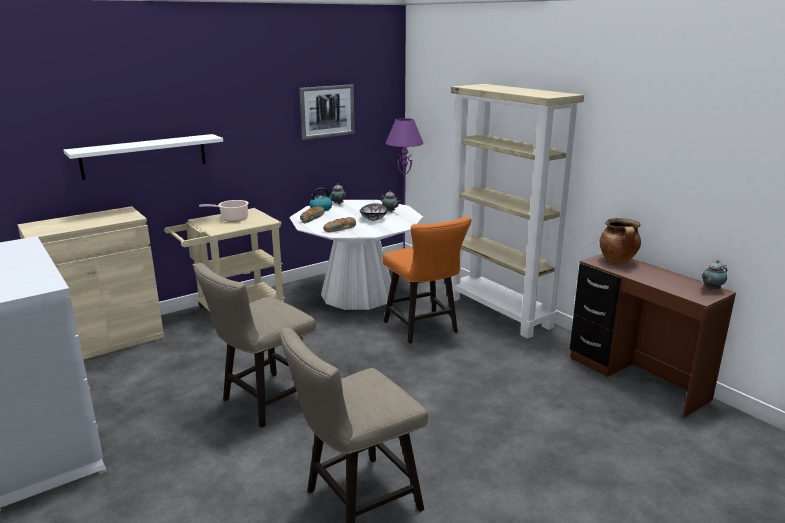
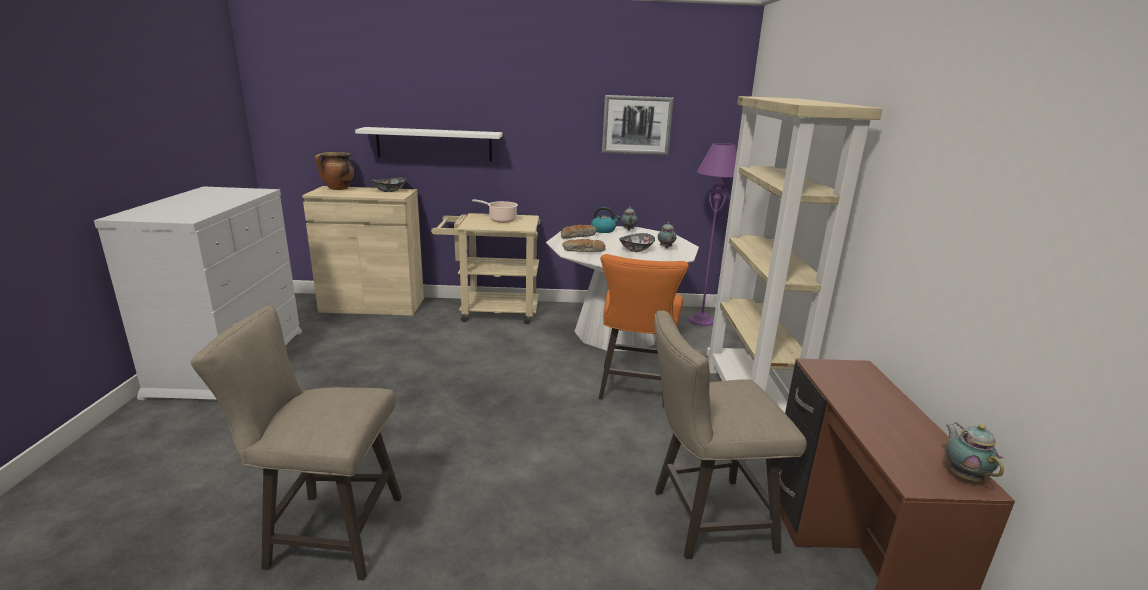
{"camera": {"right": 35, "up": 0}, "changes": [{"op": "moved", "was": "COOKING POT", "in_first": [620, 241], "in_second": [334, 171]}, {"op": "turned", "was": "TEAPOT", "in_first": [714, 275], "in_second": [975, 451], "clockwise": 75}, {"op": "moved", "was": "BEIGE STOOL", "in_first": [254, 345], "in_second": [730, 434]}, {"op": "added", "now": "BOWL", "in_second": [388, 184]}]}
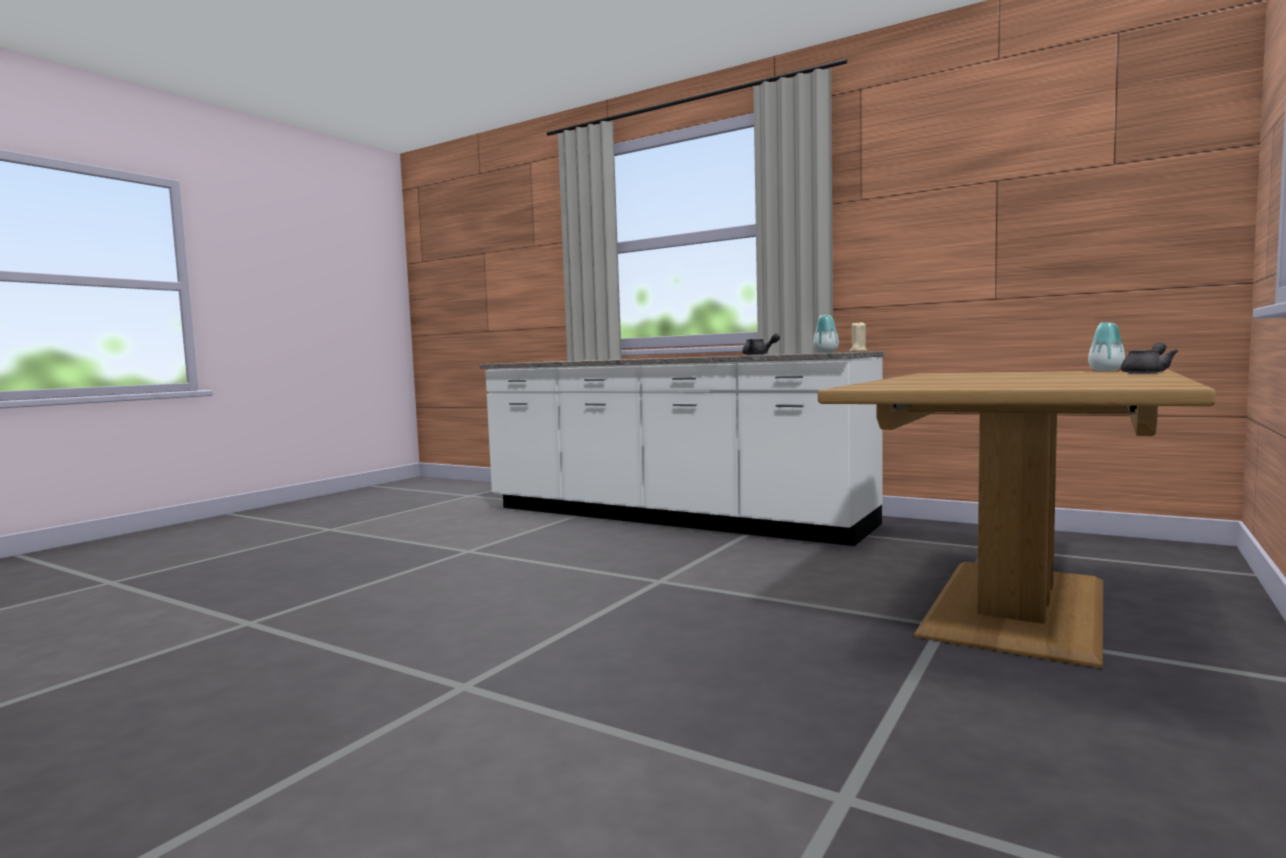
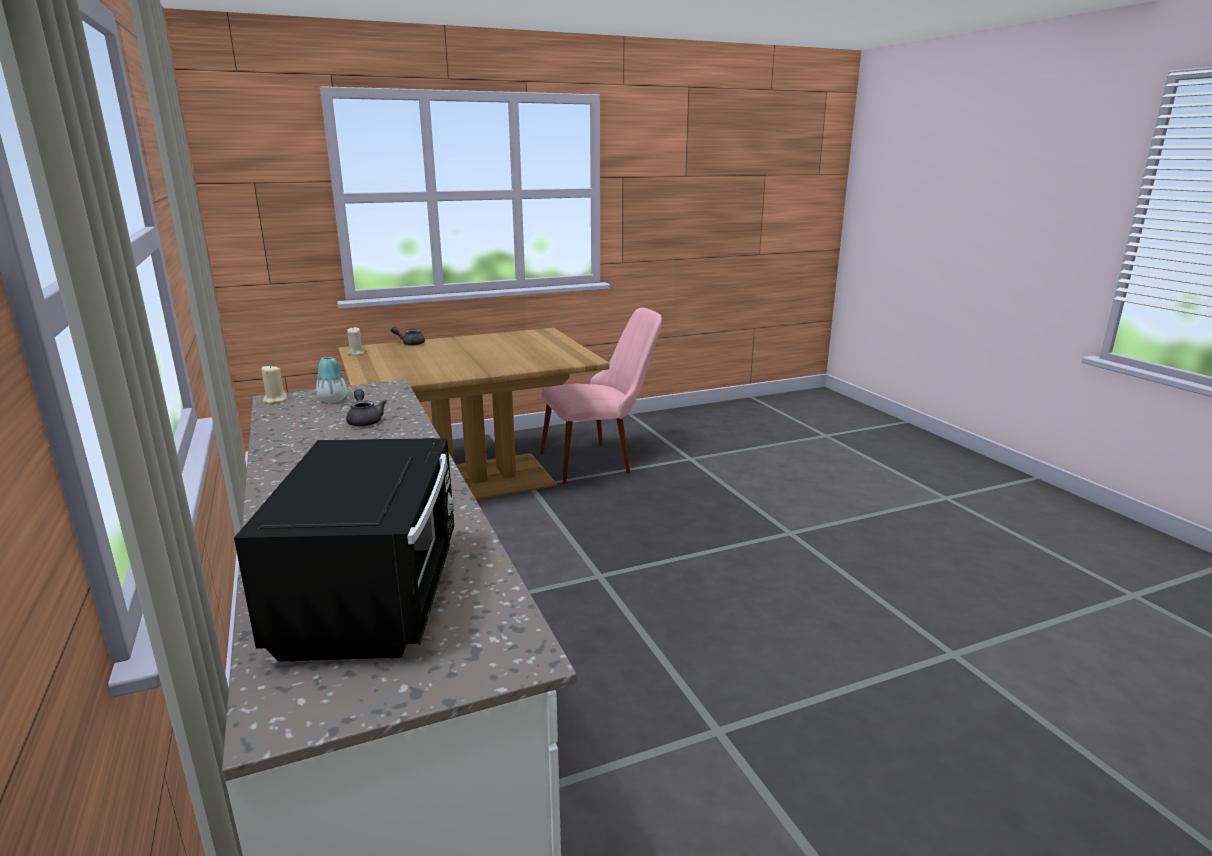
{"camera": {"right": -145, "up": 15}, "changes": [{"op": "replaced", "was": "VASE", "now": "BEIGE CANDLE", "in_first": [1106, 346], "in_second": [355, 341]}, {"op": "added", "now": "PINK CHAIR", "in_second": [601, 396]}, {"op": "added", "now": "BLACK MICROWAVE", "in_second": [344, 550]}]}
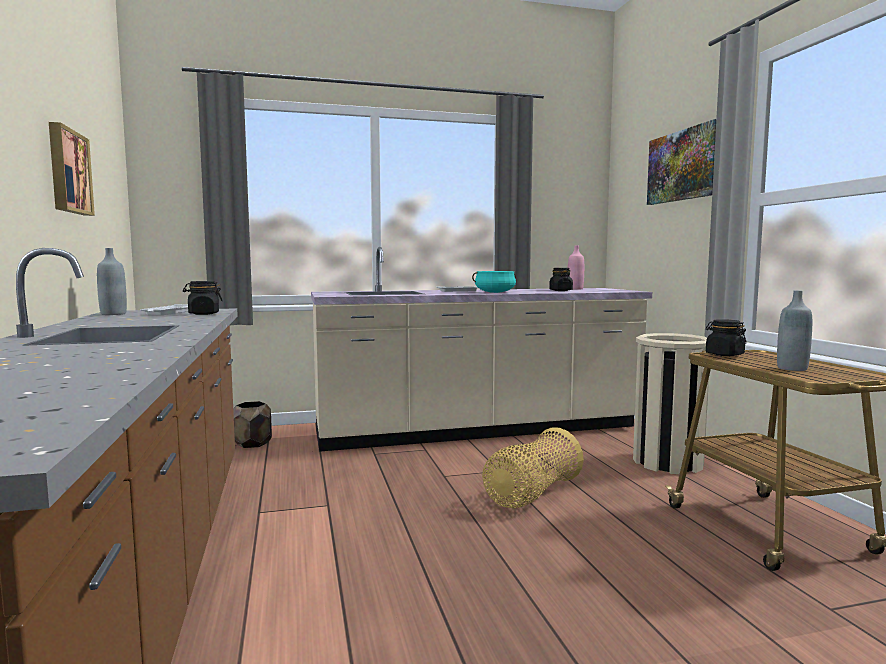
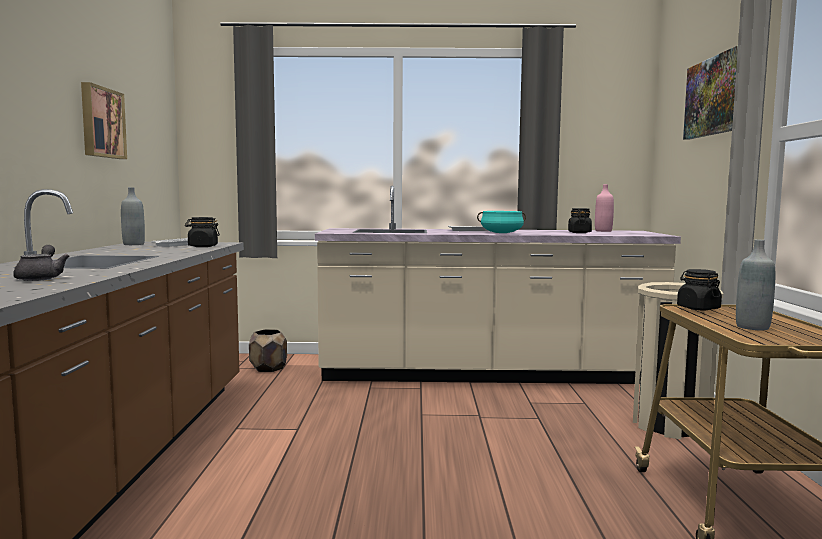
{"camera": {"right": 15, "up": 0}, "changes": [{"op": "removed", "was": "BASKET", "in_first": [533, 467]}, {"op": "added", "now": "GREY TEAPOT", "in_second": [41, 263]}]}
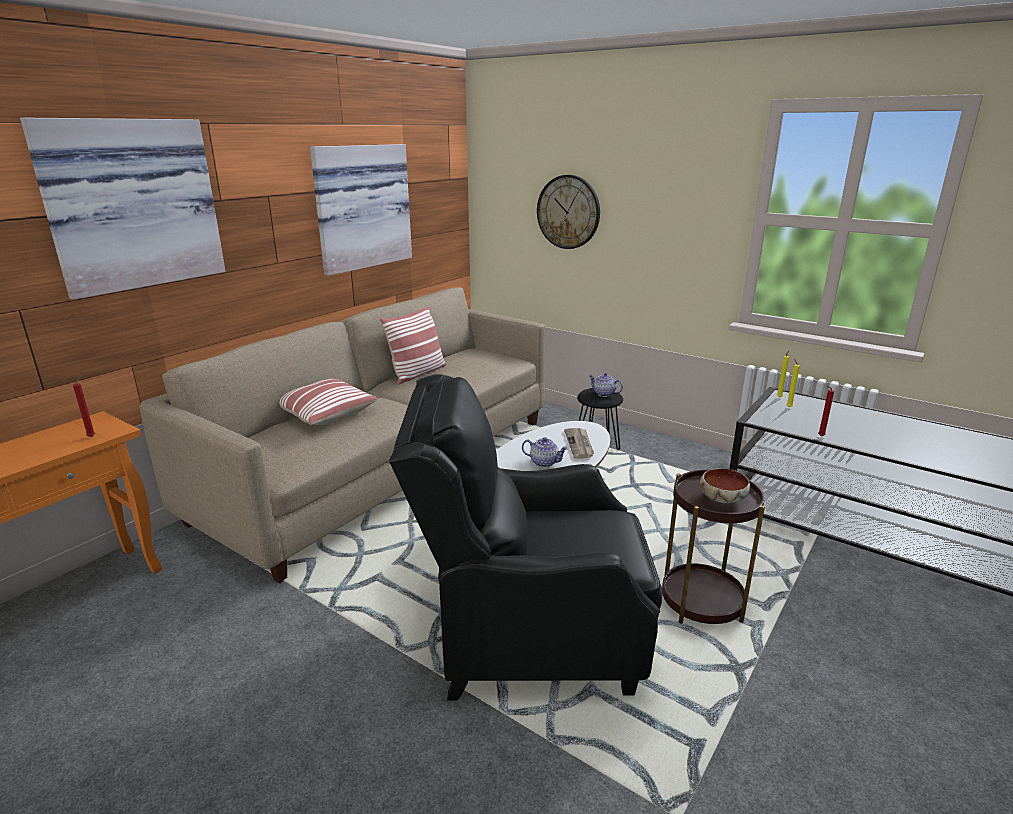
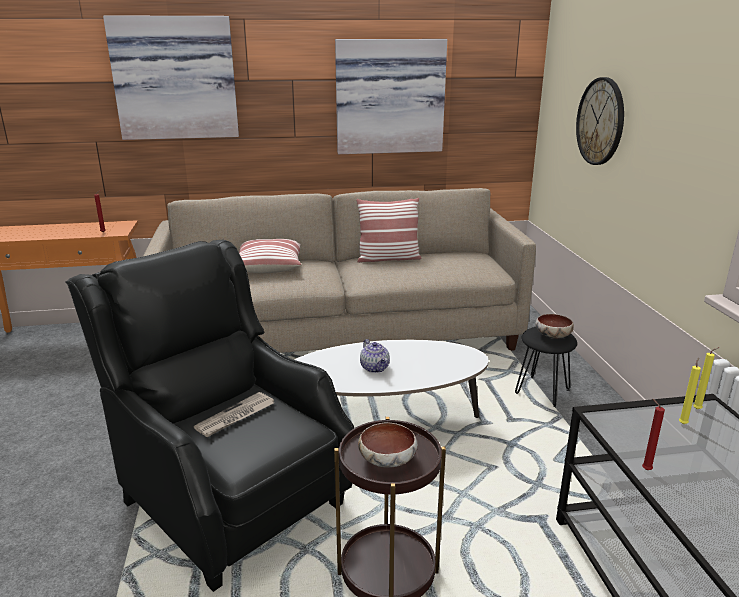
{"camera": {"right": 45, "up": 0}, "changes": [{"op": "replaced", "was": "TEAPOT", "now": "BOWL", "in_first": [605, 385], "in_second": [554, 326]}, {"op": "moved", "was": "NEWSPAPER", "in_first": [579, 443], "in_second": [234, 414]}]}
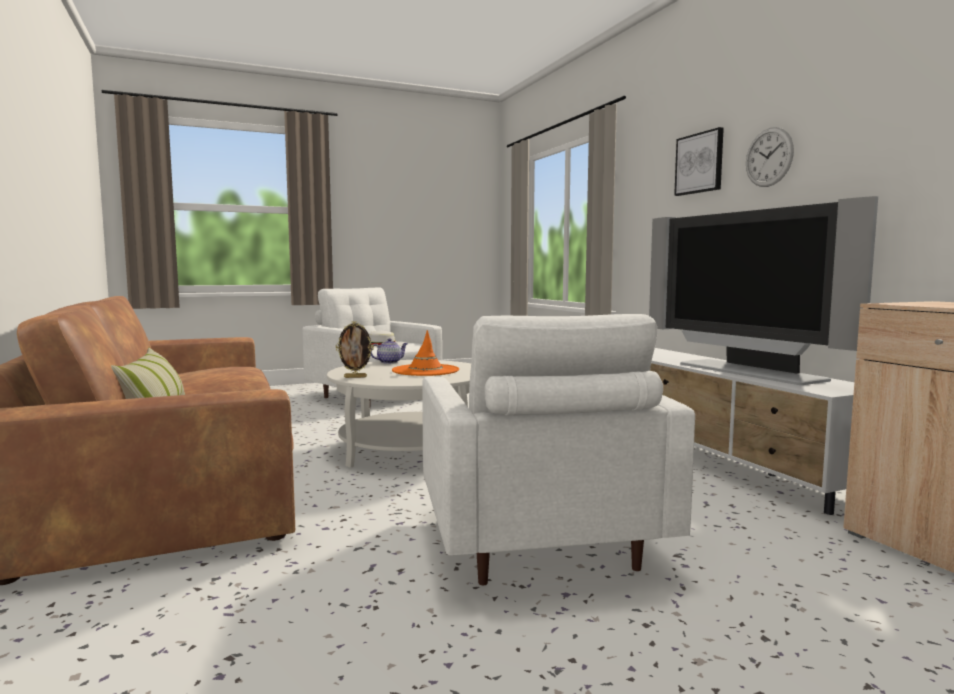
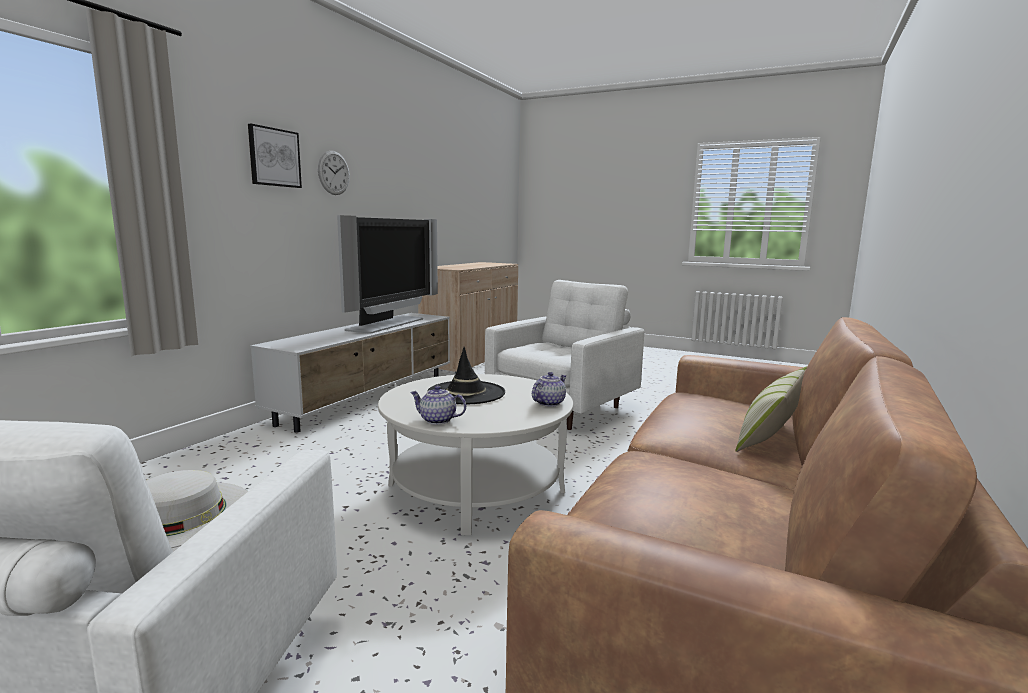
{"camera": {"right": -130, "up": 5}, "changes": [{"op": "replaced", "was": "PICTURE FRAME", "now": "TEAPOT", "in_first": [355, 349], "in_second": [549, 389]}, {"op": "recoloured", "was": "ORANGE HAT", "now": "BLACK HAT", "in_first": [425, 353], "in_second": [466, 375]}]}
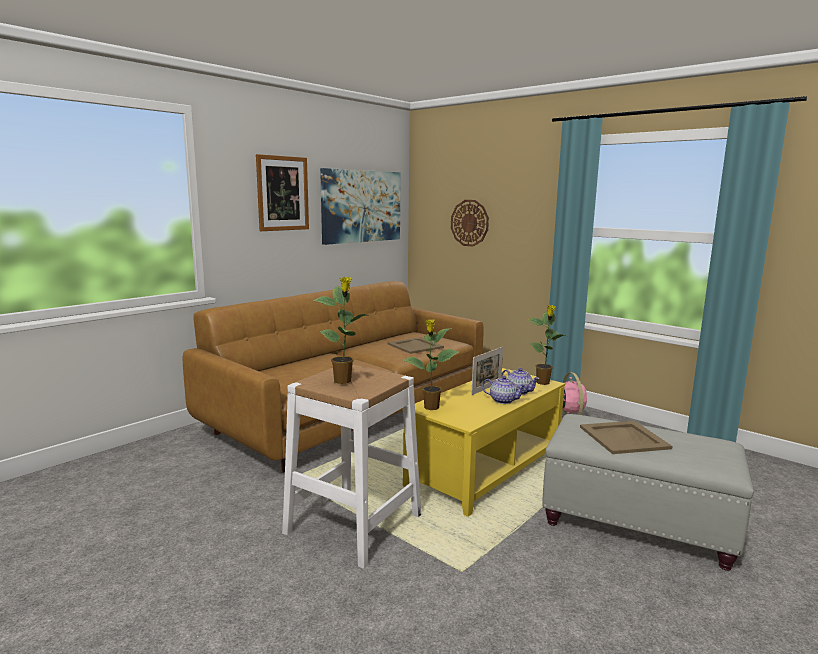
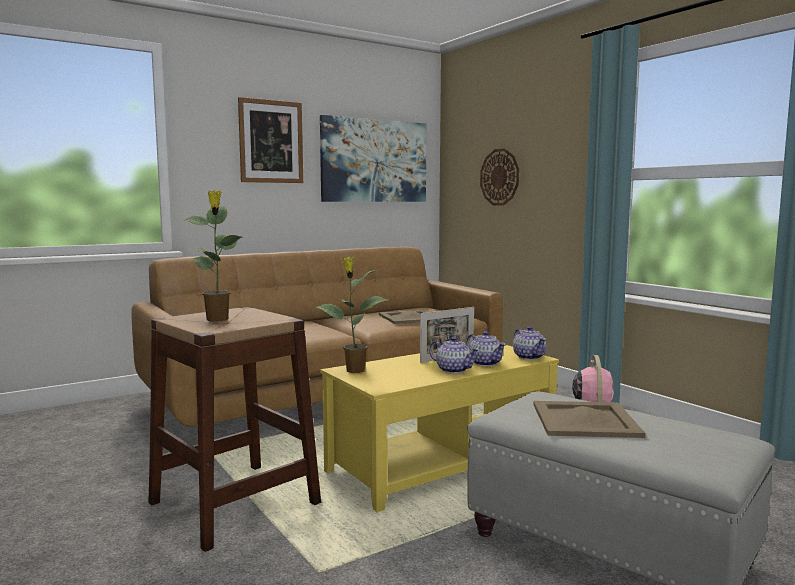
{"camera": {"right": 15, "up": -5}, "changes": [{"op": "replaced", "was": "POTTED PLANT", "now": "TEAPOT", "in_first": [547, 345], "in_second": [529, 343]}, {"op": "recoloured", "was": "WHITE STOOL", "now": "BROWN STOOL", "in_first": [351, 466], "in_second": [234, 429]}]}
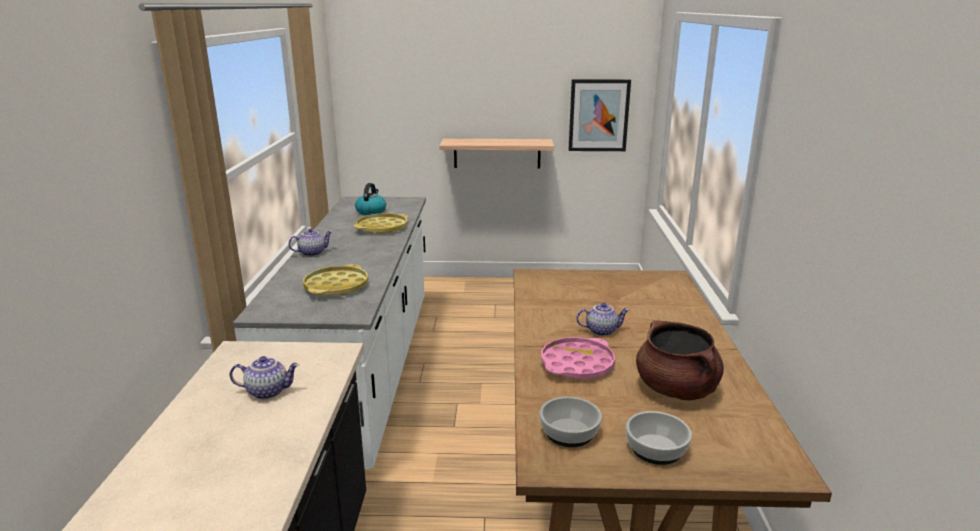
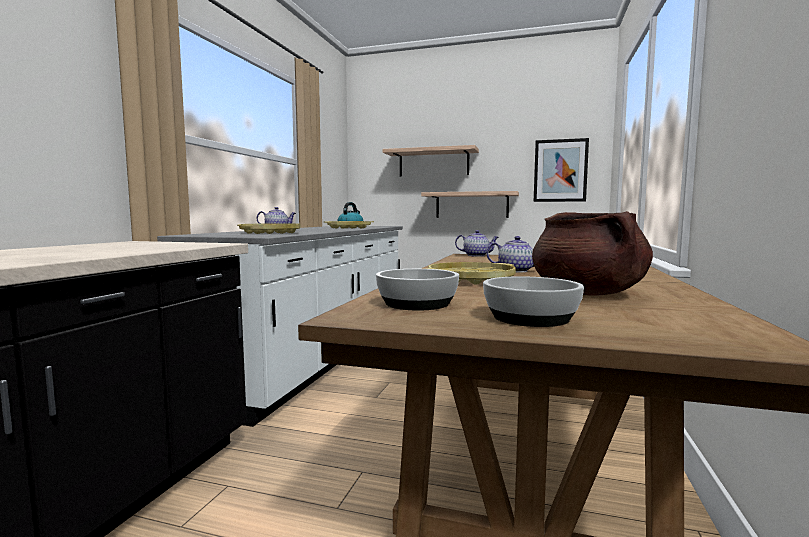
{"camera": {"right": 15, "up": -15}, "changes": [{"op": "recoloured", "was": "PINK TRAY", "now": "YELLOW TRAY", "in_first": [578, 358], "in_second": [471, 273]}, {"op": "moved", "was": "TEAPOT", "in_first": [264, 377], "in_second": [477, 243]}, {"op": "added", "now": "SHELF", "in_second": [430, 160]}]}
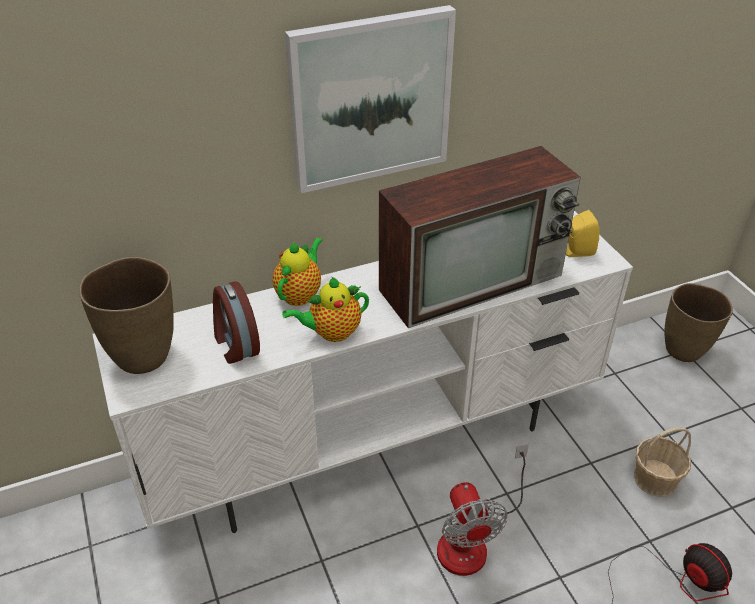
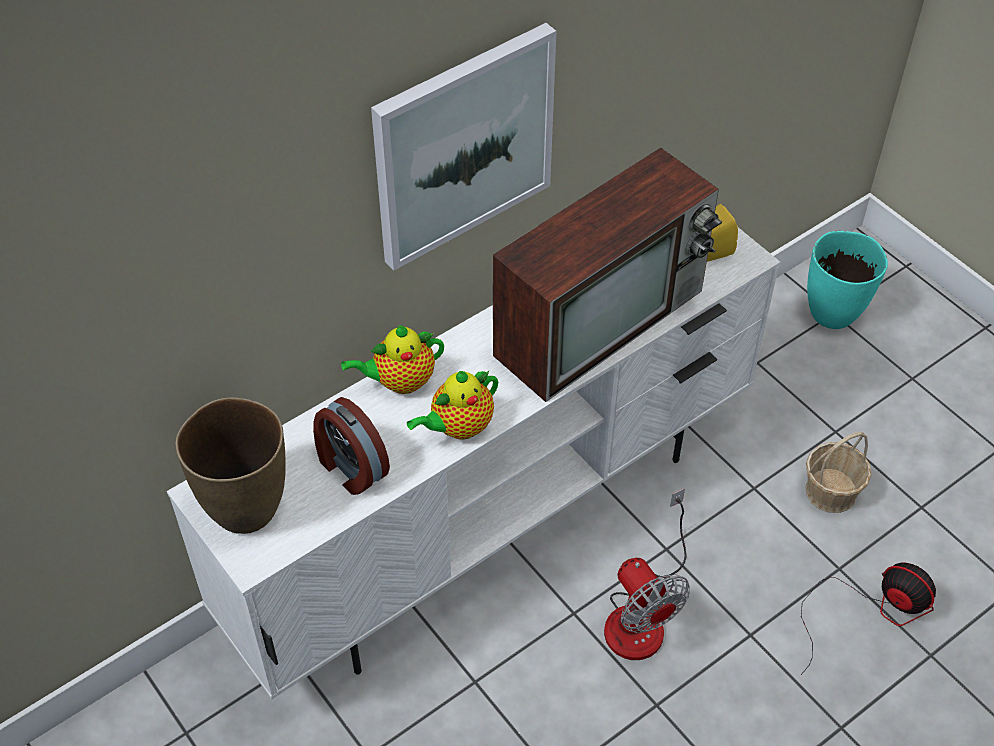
{"camera": {"right": -15, "up": 10}, "changes": [{"op": "turned", "was": "TEAPOT", "in_first": [297, 272], "in_second": [392, 359], "clockwise": -120}, {"op": "recoloured", "was": "BROWN VASE", "now": "TURQUOISE VASE", "in_first": [698, 322], "in_second": [847, 280]}]}
